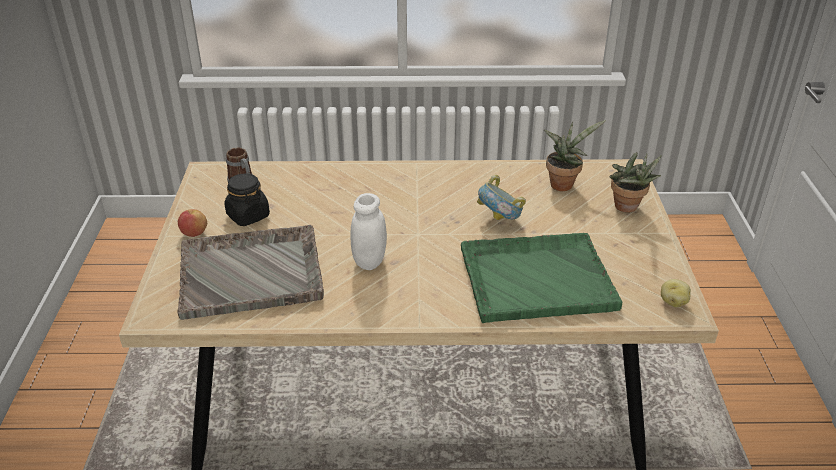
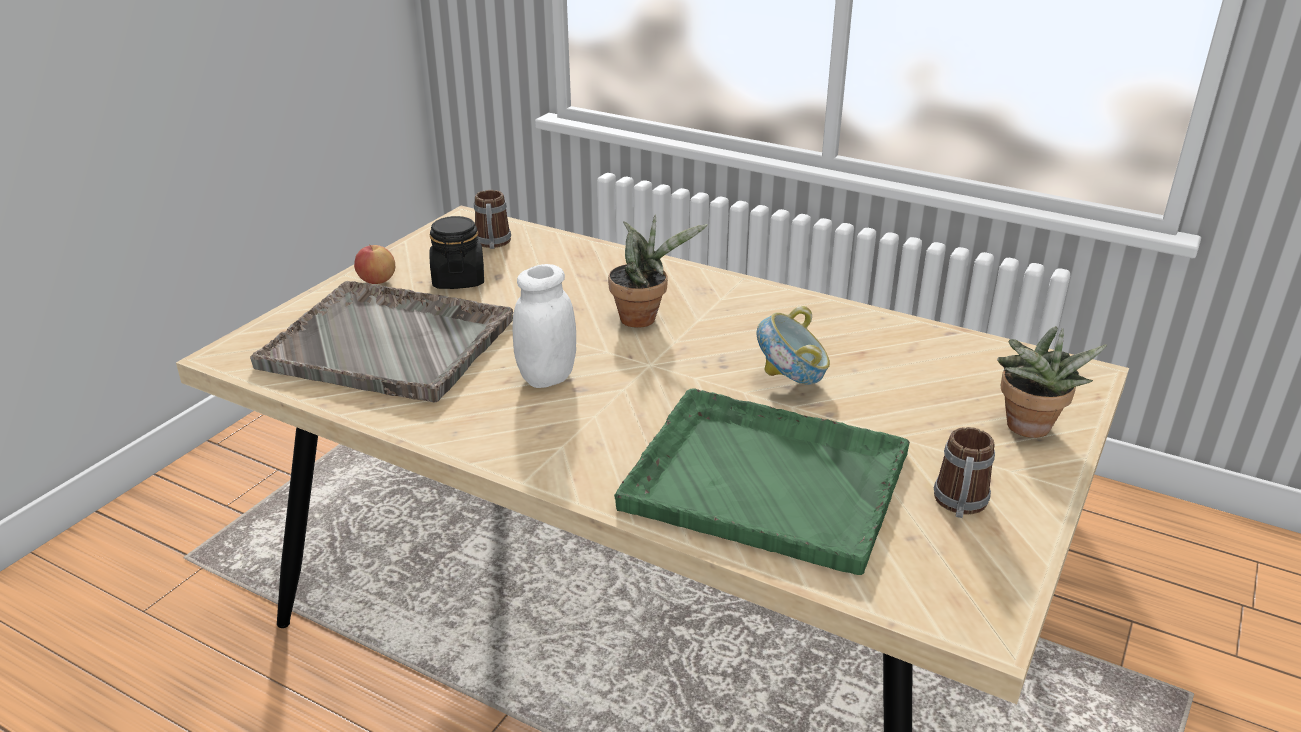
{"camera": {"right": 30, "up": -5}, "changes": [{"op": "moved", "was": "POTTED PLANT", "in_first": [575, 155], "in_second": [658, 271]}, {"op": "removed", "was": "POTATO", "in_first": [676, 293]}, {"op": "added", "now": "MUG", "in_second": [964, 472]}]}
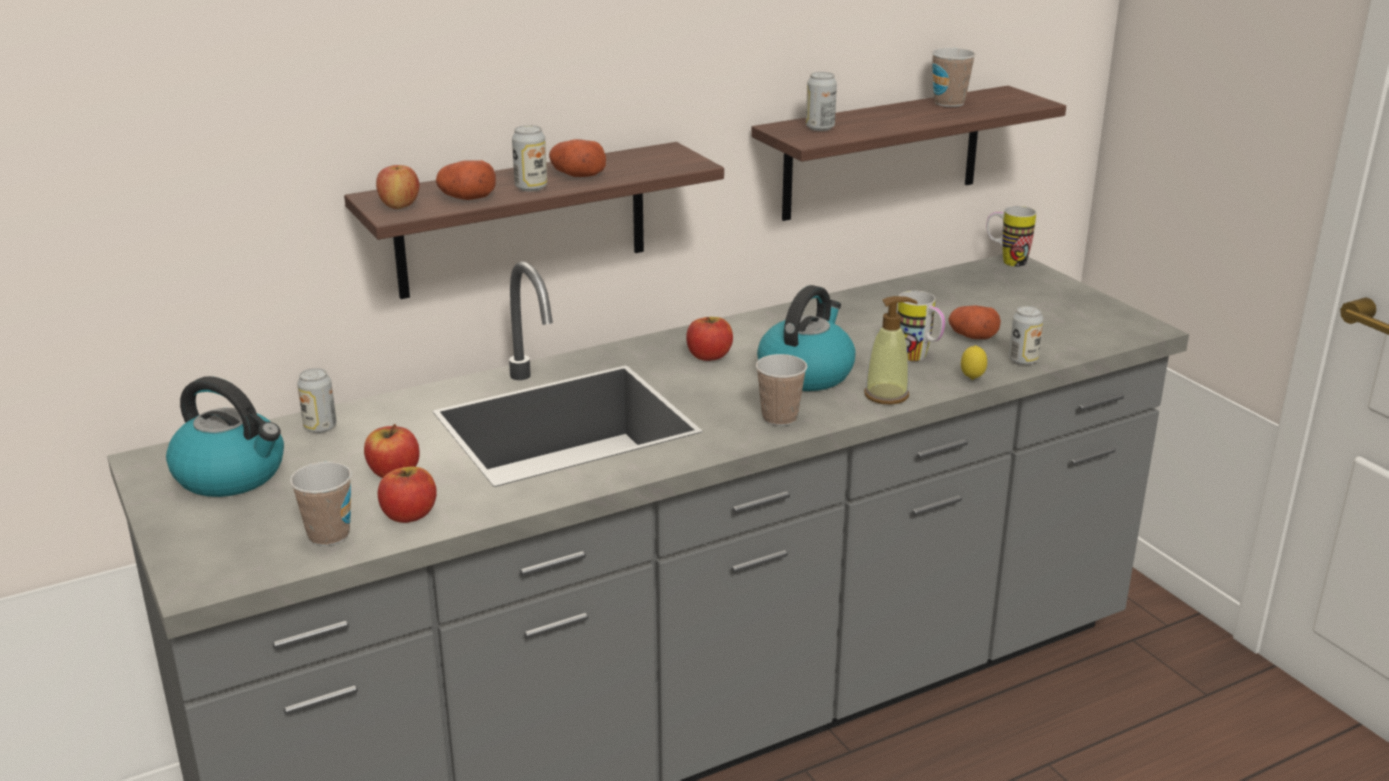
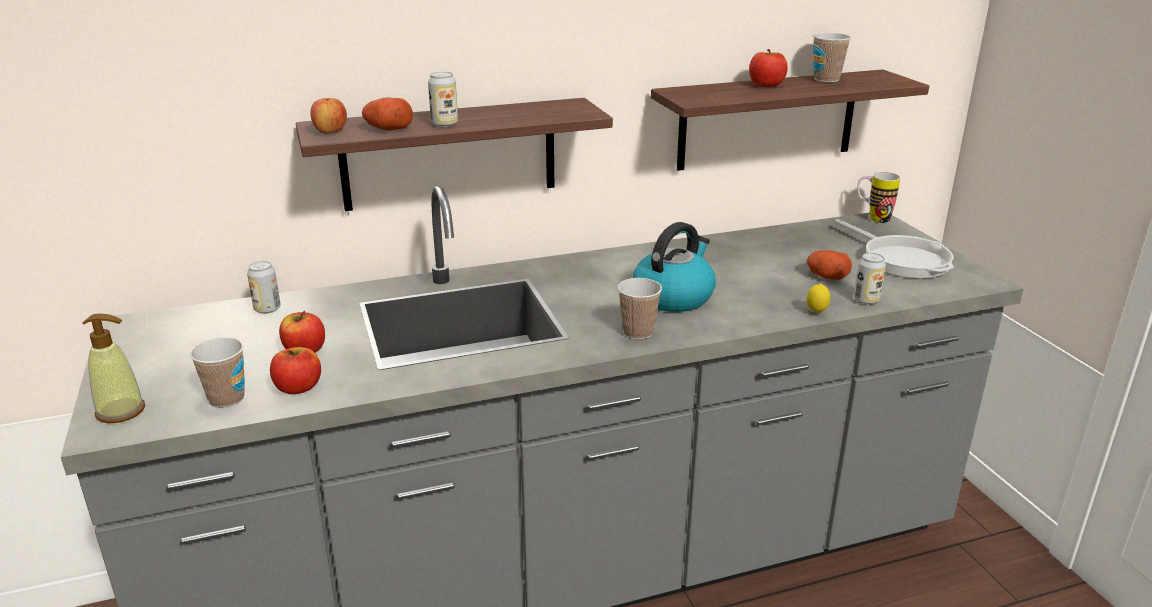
{"camera": {"right": 10, "up": 0}, "changes": [{"op": "removed", "was": "CAN", "in_first": [821, 101]}, {"op": "removed", "was": "POTATO", "in_first": [577, 158]}, {"op": "removed", "was": "MUG", "in_first": [921, 326]}, {"op": "moved", "was": "SOAP DISPENSER", "in_first": [891, 350], "in_second": [113, 368]}, {"op": "moved", "was": "APPLE", "in_first": [709, 339], "in_second": [768, 68]}, {"op": "removed", "was": "KETTLE", "in_first": [225, 436]}, {"op": "added", "now": "FRYING PAN", "in_second": [894, 249]}]}
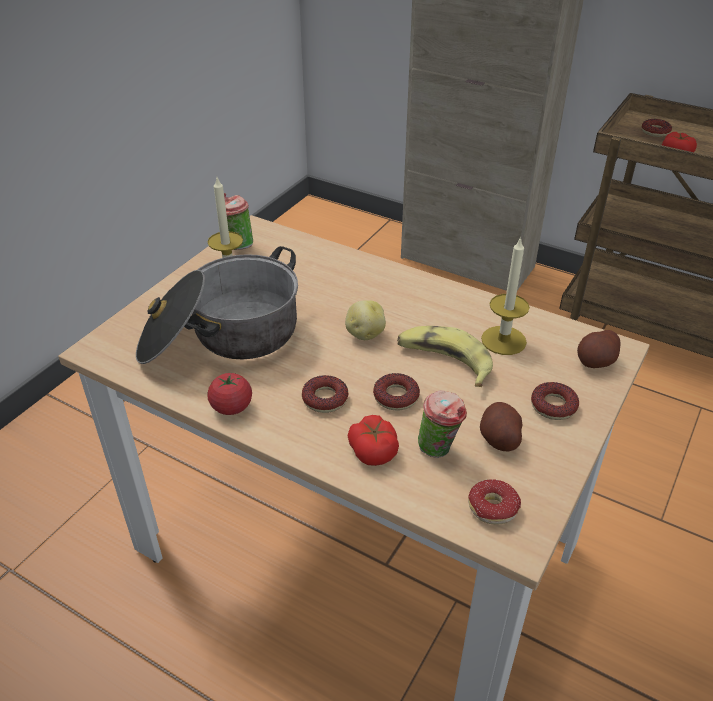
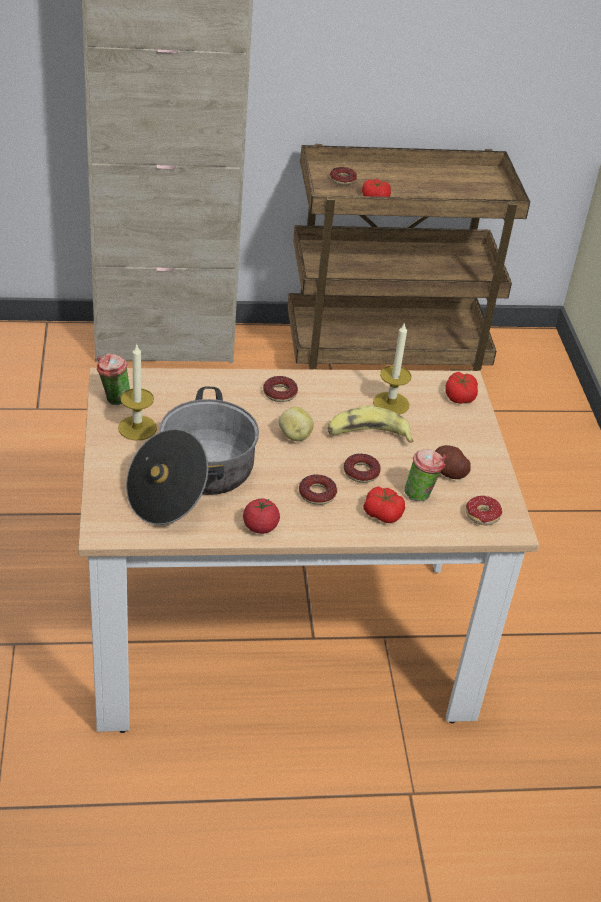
{"camera": {"right": -40, "up": 0}, "changes": [{"op": "replaced", "was": "POTATO", "now": "TOMATO", "in_first": [599, 349], "in_second": [461, 388]}, {"op": "moved", "was": "DONUT", "in_first": [555, 401], "in_second": [280, 389]}]}
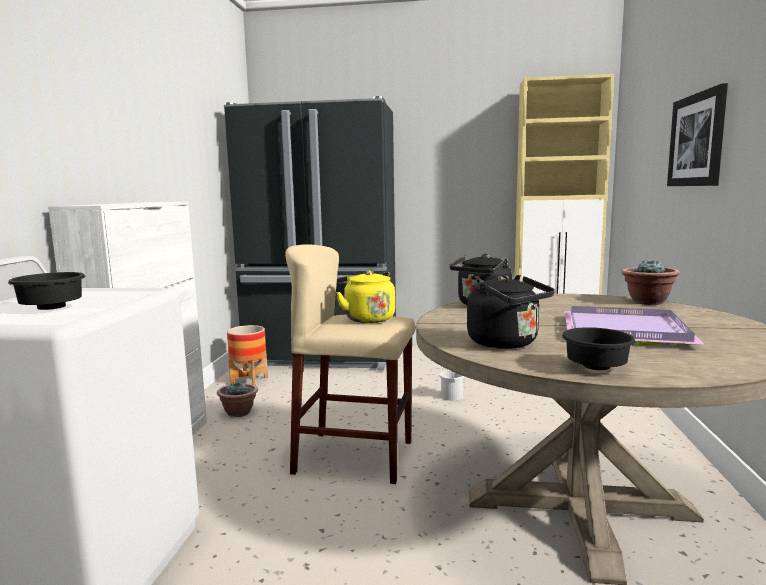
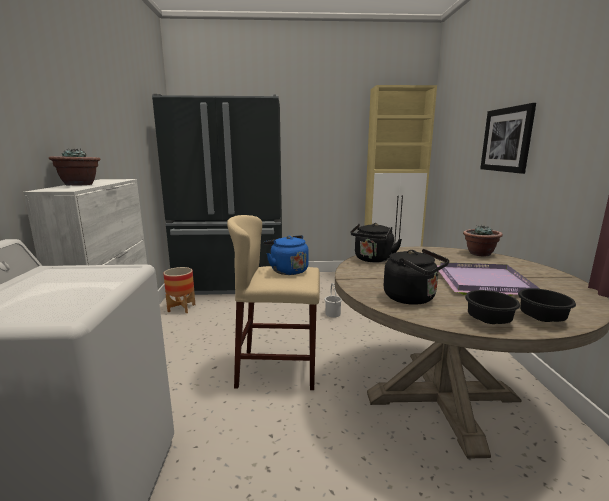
{"camera": {"right": -10, "up": 5}, "changes": [{"op": "recoloured", "was": "YELLOW KETTLE", "now": "BLUE KETTLE", "in_first": [365, 297], "in_second": [286, 255]}, {"op": "moved", "was": "BLACK BOWL", "in_first": [47, 291], "in_second": [547, 305]}, {"op": "moved", "was": "POTTED PLANT", "in_first": [237, 399], "in_second": [75, 167]}]}
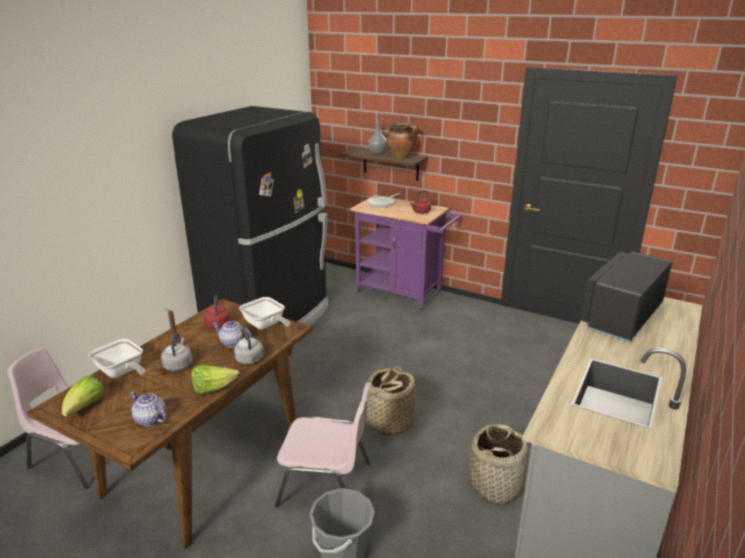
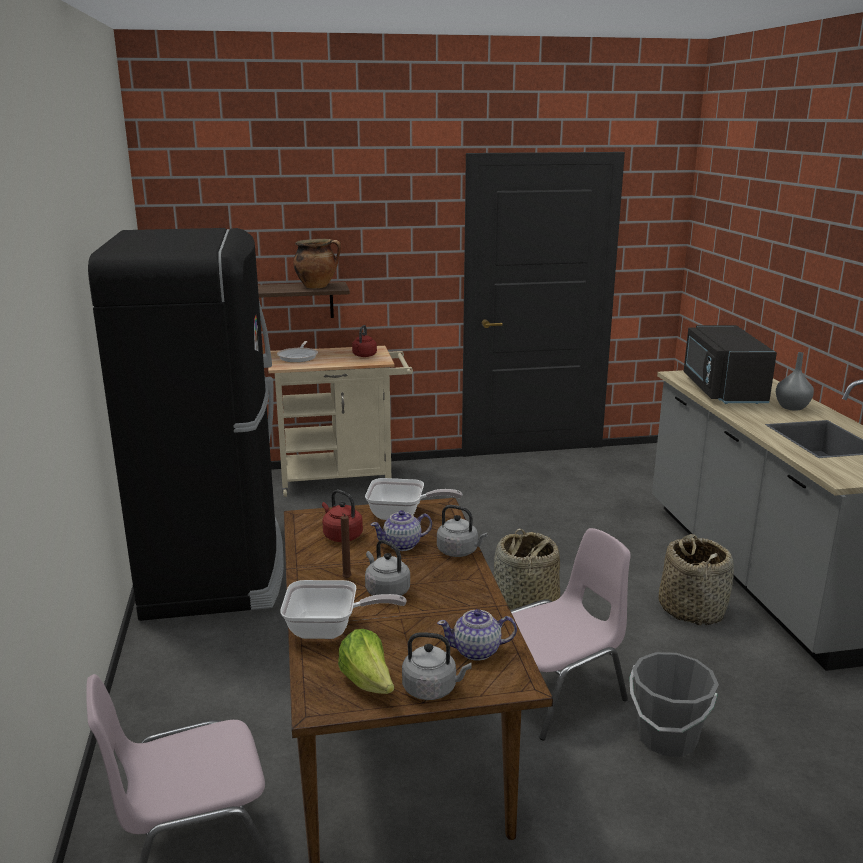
{"camera": {"right": -40, "up": -5}, "changes": [{"op": "moved", "was": "GREY VASE", "in_first": [377, 137], "in_second": [795, 381]}, {"op": "recoloured", "was": "PURPLE CART", "now": "BEIGE CART", "in_first": [405, 253], "in_second": [340, 421]}, {"op": "removed", "was": "LETTUCE", "in_first": [215, 379]}, {"op": "added", "now": "GREY KETTLE", "in_second": [436, 666]}]}
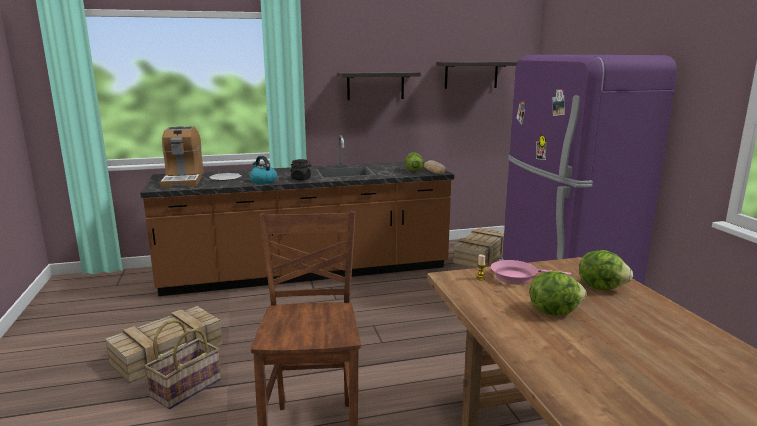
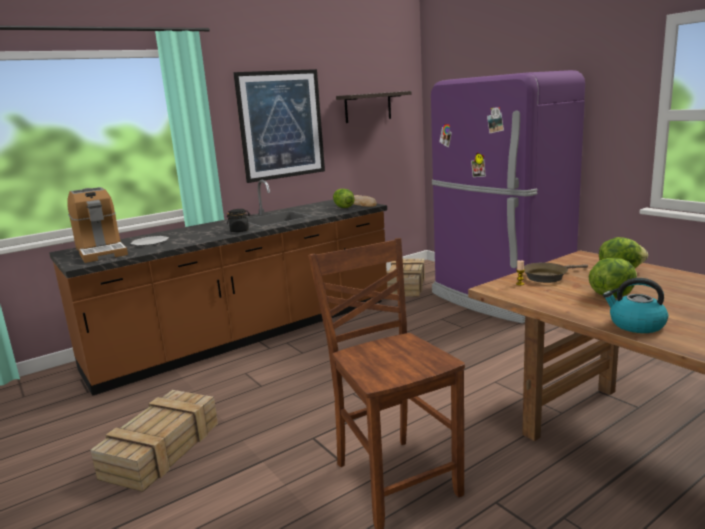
{"camera": {"right": -20, "up": 0}, "changes": [{"op": "replaced", "was": "SHELF", "now": "PICTURE", "in_first": [379, 86], "in_second": [279, 126]}, {"op": "moved", "was": "KETTLE", "in_first": [263, 170], "in_second": [635, 305]}, {"op": "recoloured", "was": "PINK FRYING PAN", "now": "BROWN FRYING PAN", "in_first": [531, 272], "in_second": [556, 273]}, {"op": "removed", "was": "BASKET", "in_first": [182, 364]}]}
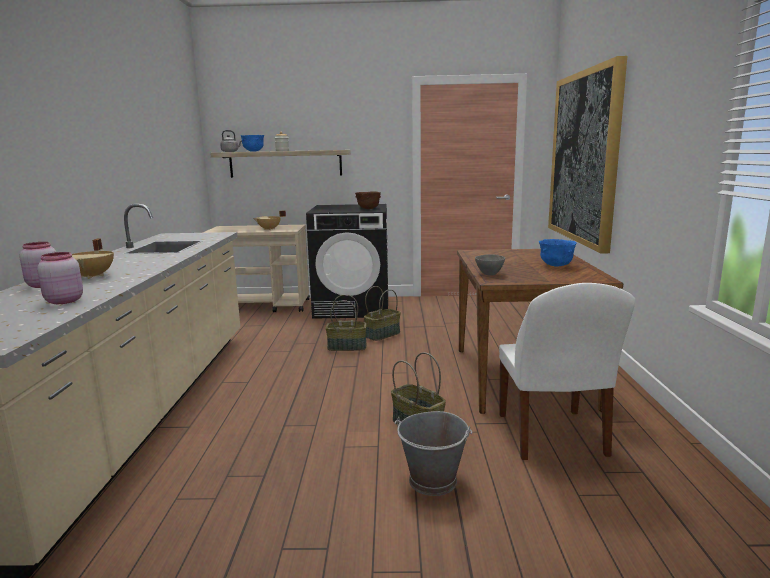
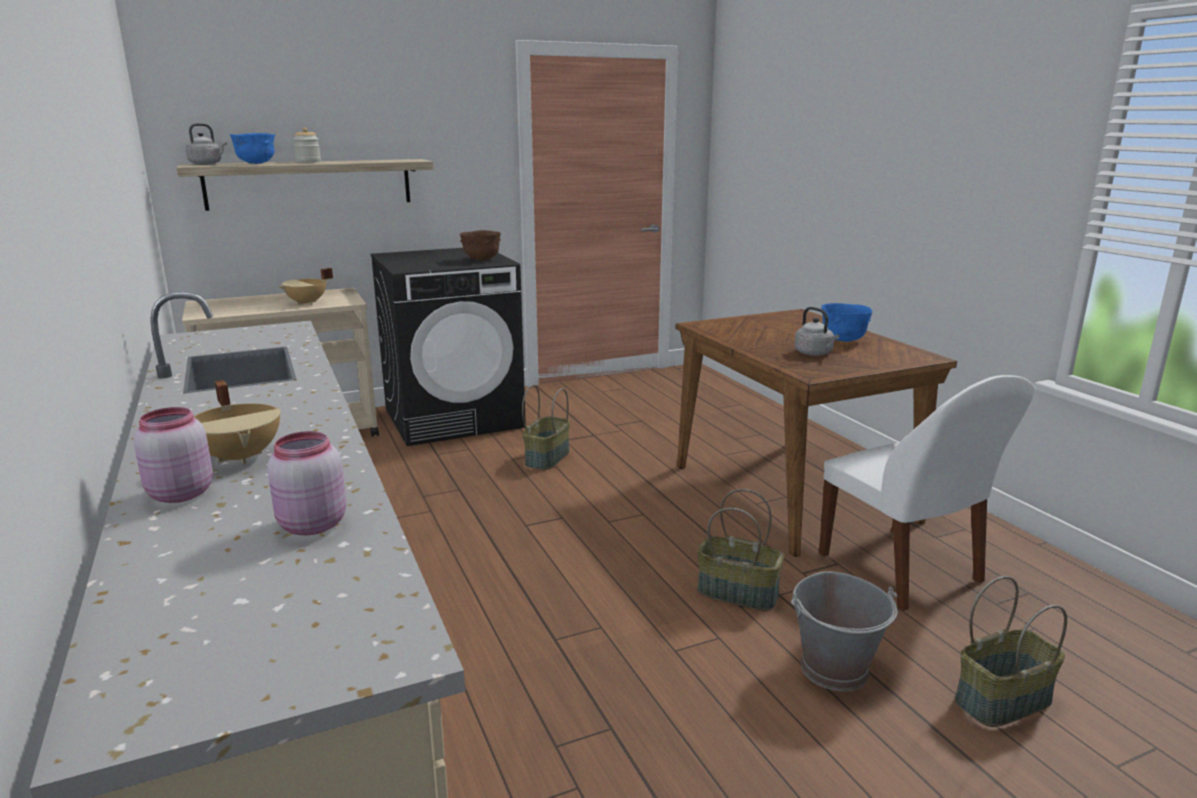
{"camera": {"right": -25, "up": 5}, "changes": [{"op": "removed", "was": "PICTURE", "in_first": [587, 155]}, {"op": "removed", "was": "GREY BOWL", "in_first": [490, 265]}, {"op": "moved", "was": "BASKET", "in_first": [346, 322], "in_second": [1011, 651]}, {"op": "added", "now": "GREY KETTLE", "in_second": [816, 331]}]}
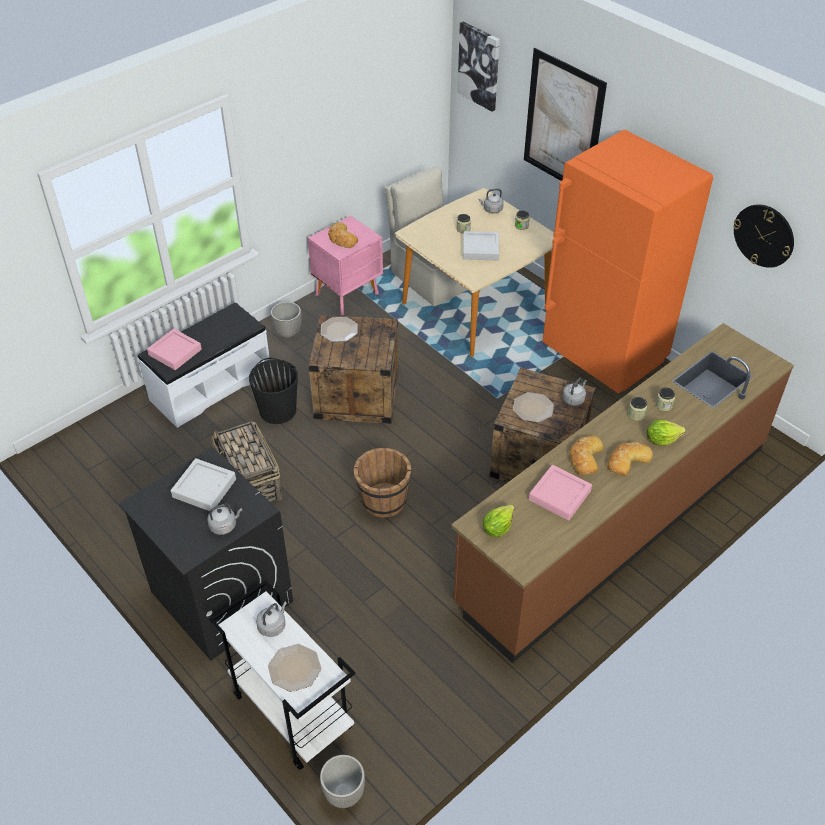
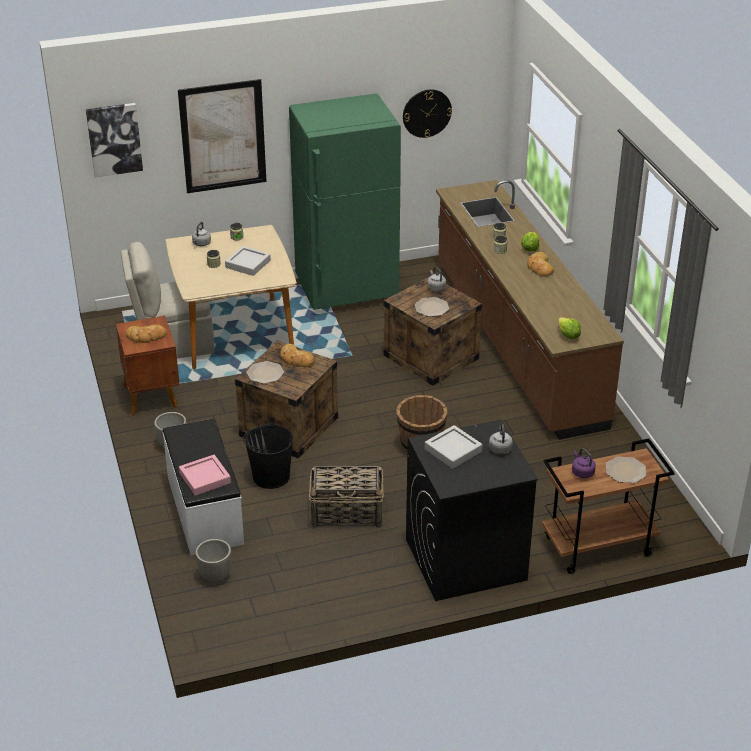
{"camera": {"right": -65, "up": -10}, "changes": [{"op": "recoloured", "was": "ORANGE FRIDGE", "now": "GREEN FRIDGE", "in_first": [628, 261], "in_second": [345, 202]}, {"op": "recoloured", "was": "PINK NIGHTSTAND", "now": "BROWN NIGHTSTAND", "in_first": [345, 265], "in_second": [148, 366]}, {"op": "moved", "was": "BREAD", "in_first": [586, 455], "in_second": [297, 355]}, {"op": "removed", "was": "PINK TRAY", "in_first": [560, 493]}, {"op": "recoloured", "was": "WHITE CART", "now": "BROWN CART", "in_first": [282, 675], "in_second": [608, 506]}, {"op": "recoloured", "was": "GREY KETTLE", "now": "PURPLE KETTLE", "in_first": [271, 619], "in_second": [584, 463]}, {"op": "moved", "was": "PLANTER", "in_first": [342, 781], "in_second": [213, 560]}]}
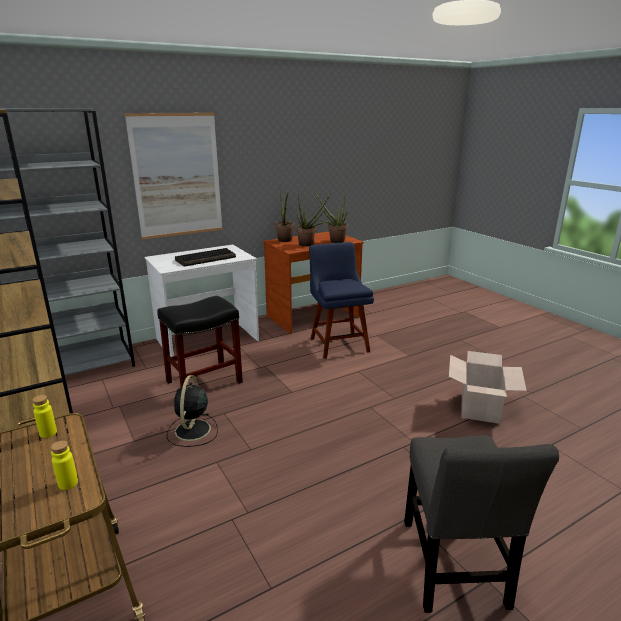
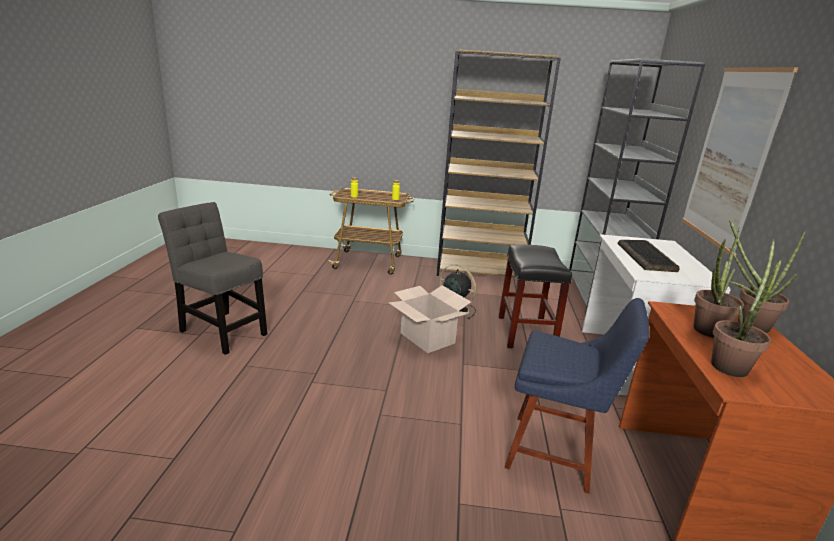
{"camera": {"right": 125, "up": 0}, "changes": [{"op": "moved", "was": "CARDBOARD BOX", "in_first": [488, 387], "in_second": [430, 319]}]}
